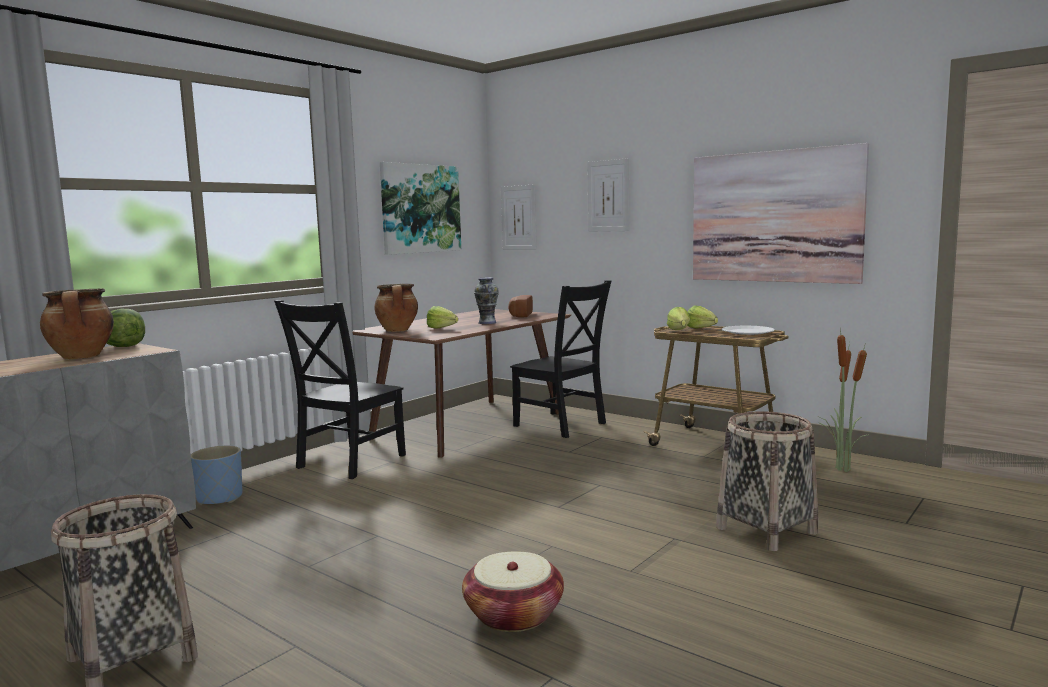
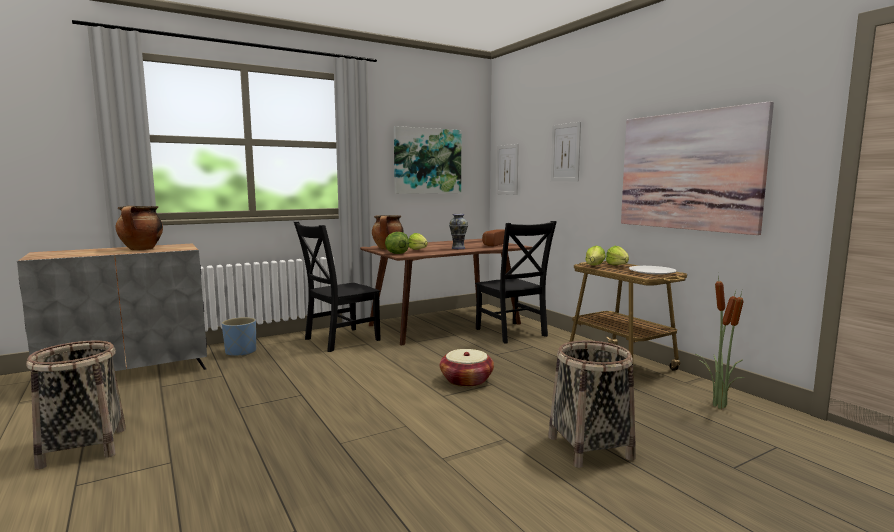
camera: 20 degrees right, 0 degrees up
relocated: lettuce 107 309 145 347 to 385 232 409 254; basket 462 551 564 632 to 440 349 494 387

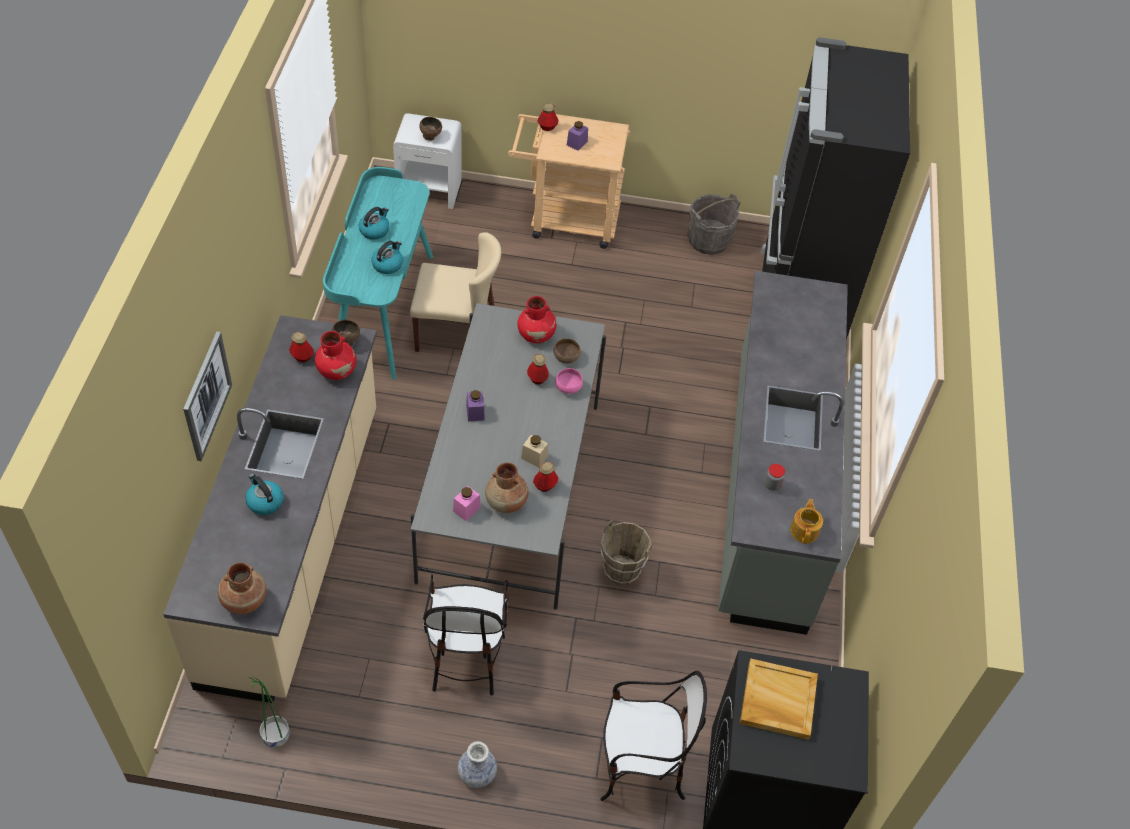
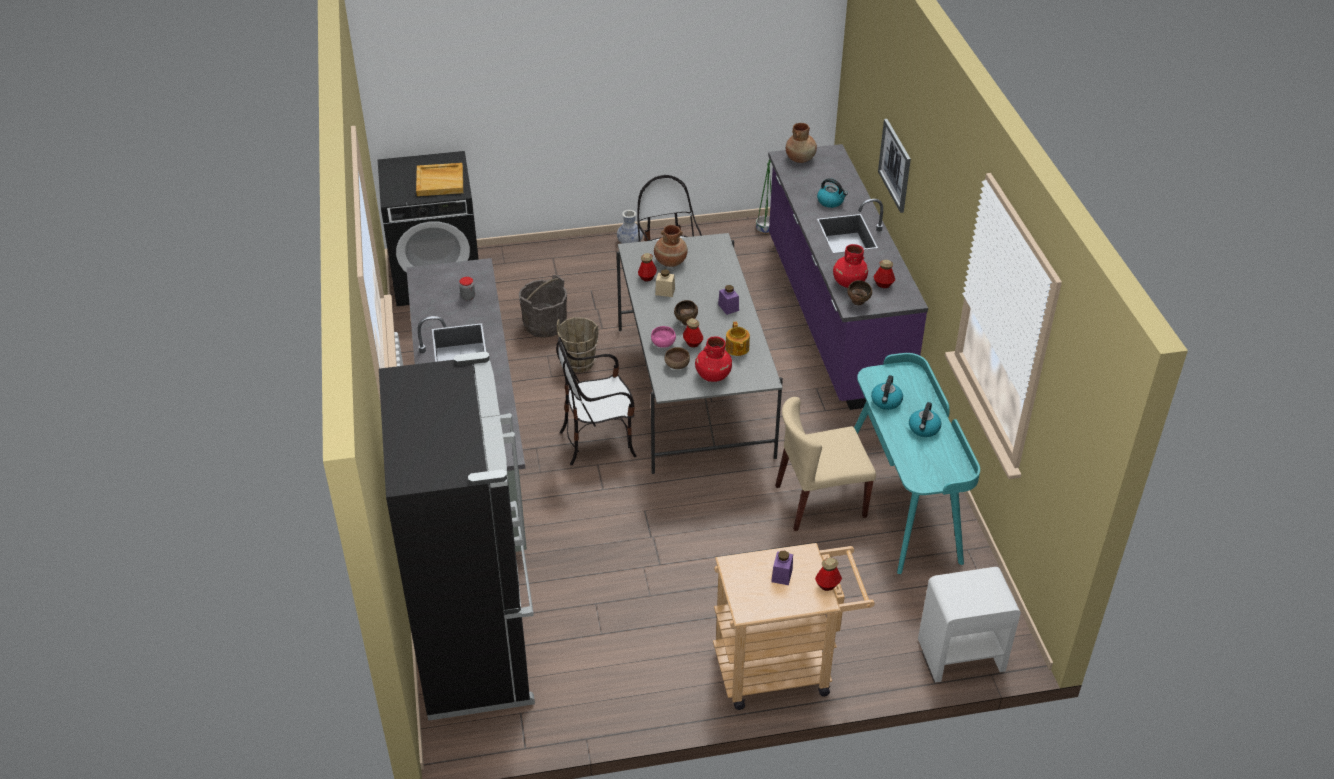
camera: 165 degrees right, 10 degrees down
missing: preserve jar/pink 453 486 481 521
relocated: serving bowl/brownish 419 117 442 141 to 674 300 698 325; bucket/grey 688 194 740 255 to 519 275 567 338; teapot 790 499 823 544 to 726 322 750 356; plain chair 600 671 707 801 to 556 337 637 465
colour: kitchen counter/sand-coloured 163 315 377 703 to kitchen counter/purple-coloured 768 144 928 410

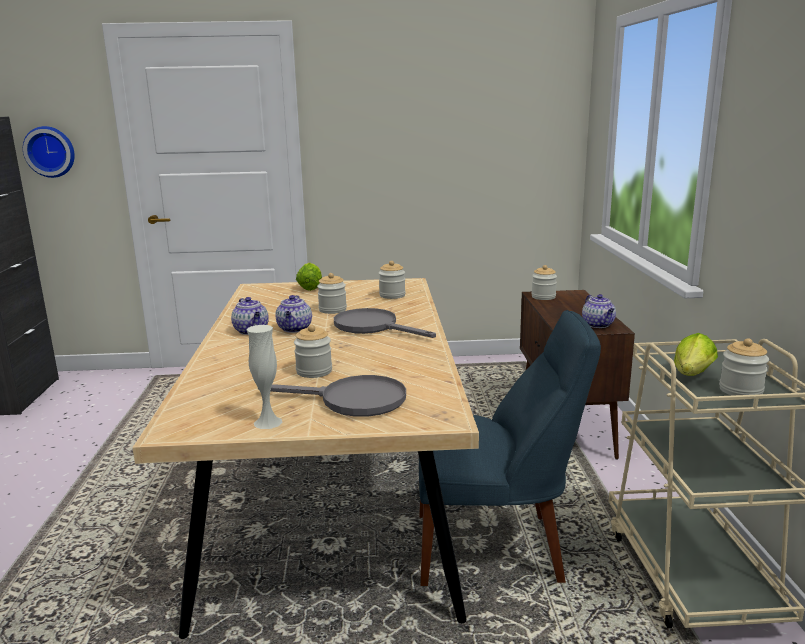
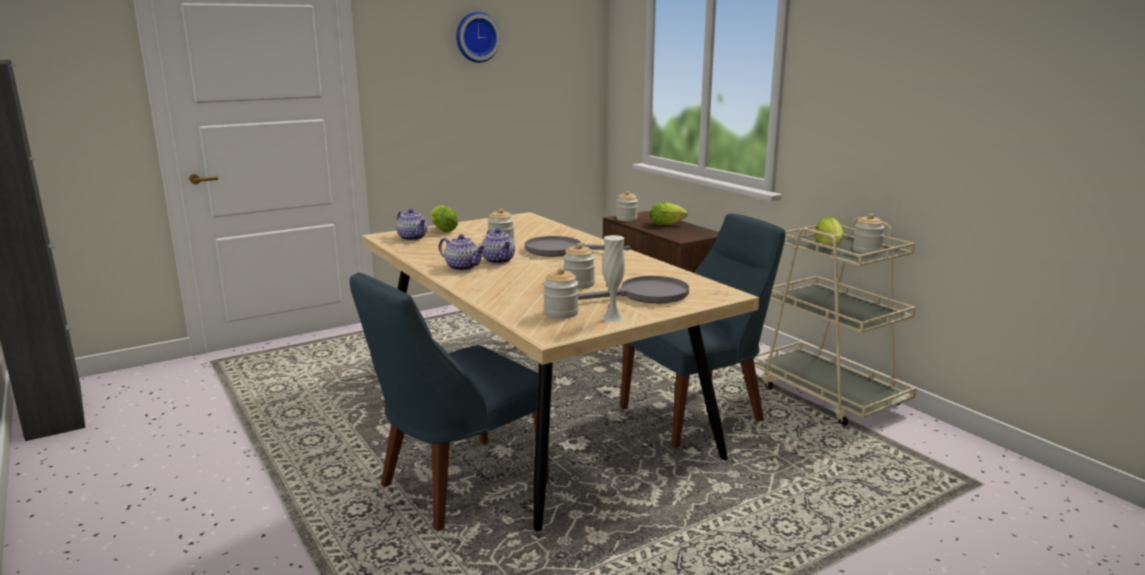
camera: 30 degrees left, 0 degrees up
appeared: lettuce 650 202 688 225; plain chair/blue 350 272 549 532
relocated: hanging clock 23 126 75 178 to 456 12 500 63; preserve jar 379 261 406 299 to 543 267 579 319; teapot 582 294 616 328 to 396 209 427 240

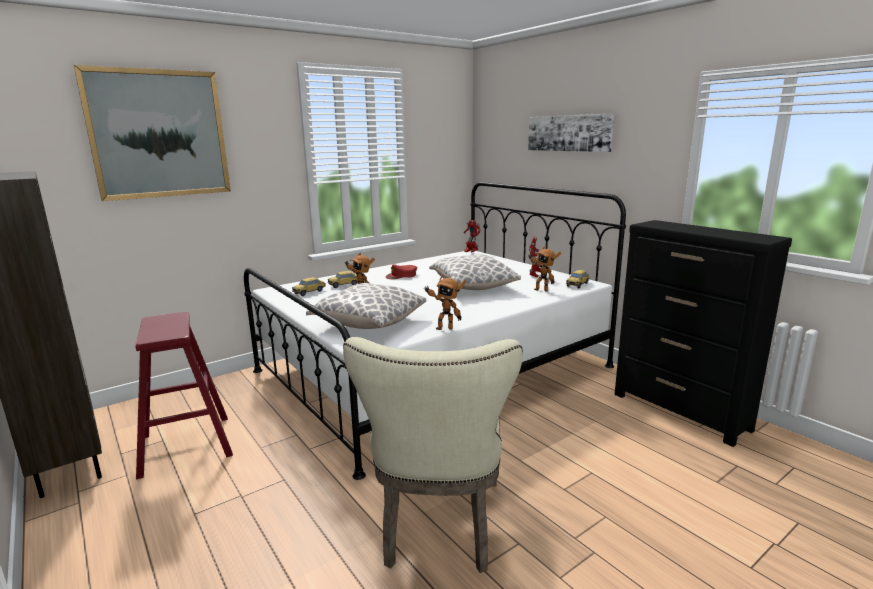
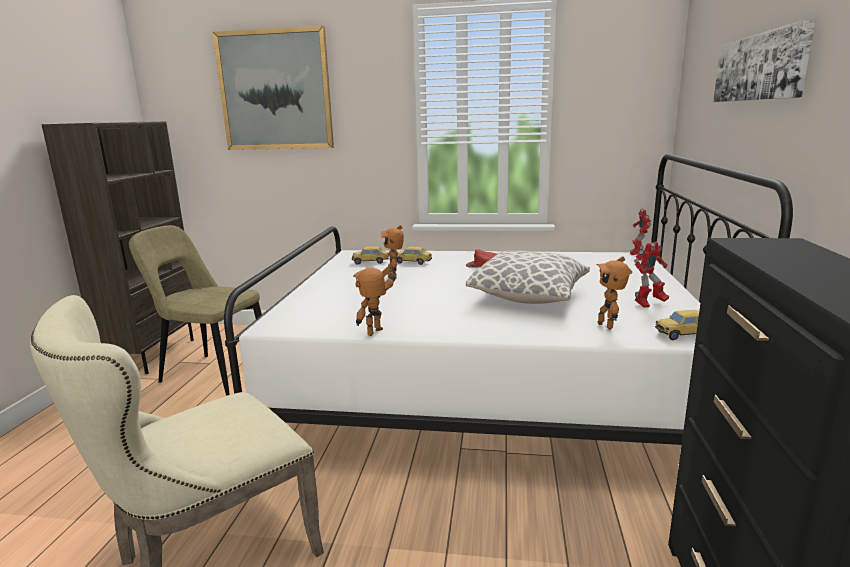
camera: 45 degrees right, 0 degrees up
missing: pillow 306 283 426 329
exchanged: stool/red-coloured 135 312 233 479 to plain chair/sand-coloured 129 225 262 396
spun: model robot 424 275 466 330 = 353 267 395 336 75 degrees clockwise

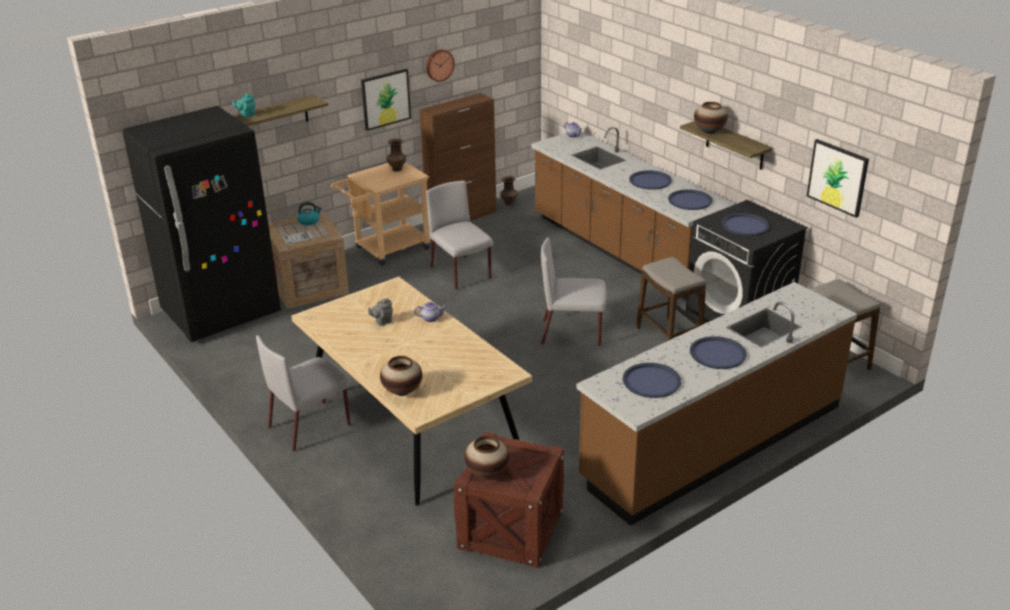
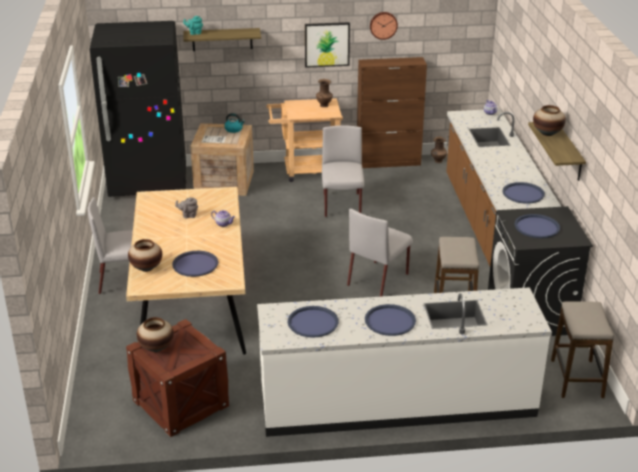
camera: 30 degrees right, 0 degrees up
missing: picture 807 139 869 218
relocated: tray/blue 629 170 672 190 to 172 251 218 277
colour: kitchen counter/brownish 577 282 857 526 to kitchen counter/whitish 257 287 552 437
spun: plain chair/grey 541 237 606 346 = 347 209 413 297 90 degrees counterclockwise

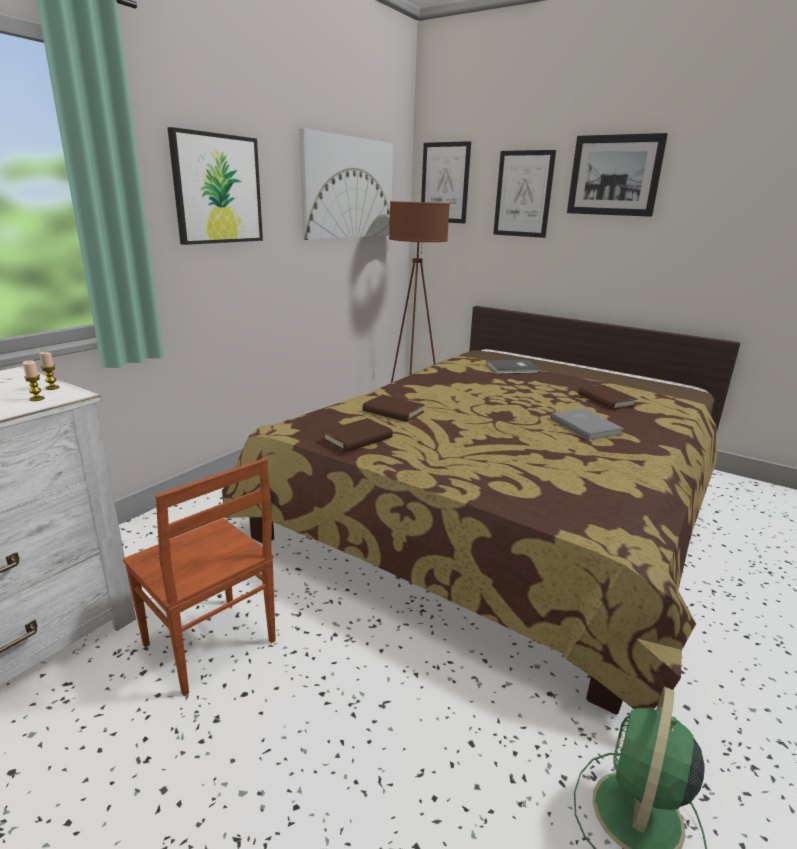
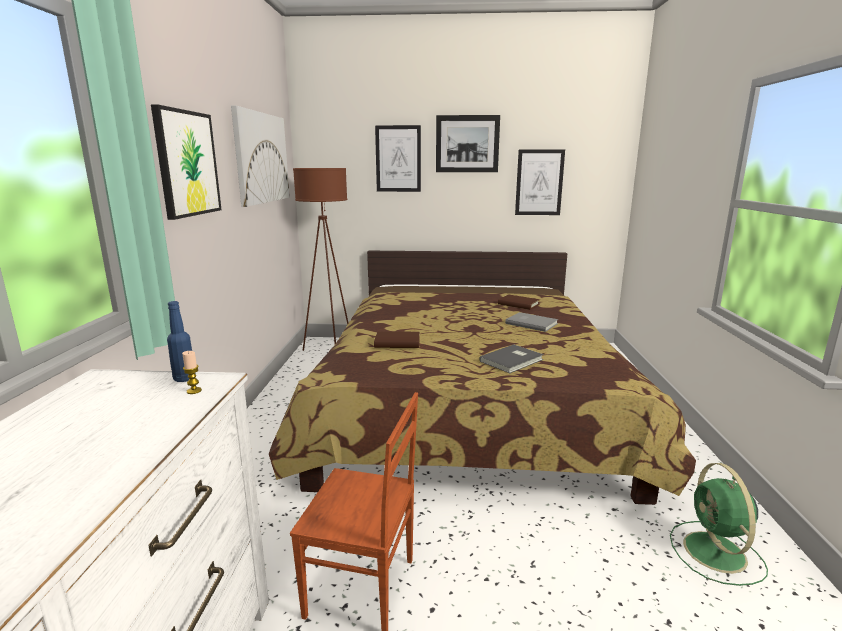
camera: 30 degrees left, 5 degrees down
missing: bound book/brownish 322 418 393 452
relocated: picture 421 141 471 223 to 515 149 565 215; bound book/grey 486 360 539 374 to 479 344 544 373
exchanged: candle 39 352 60 390 to bottle/blue 167 301 196 382

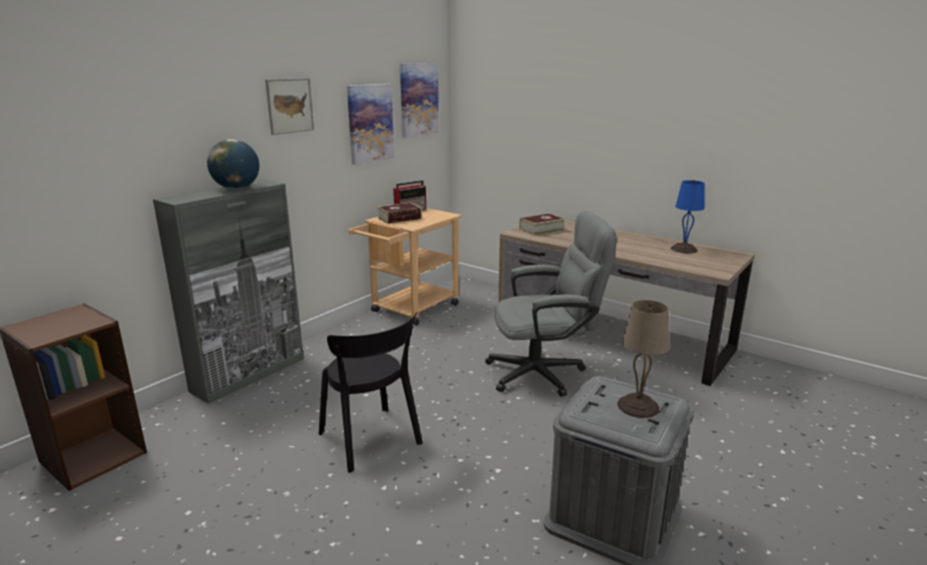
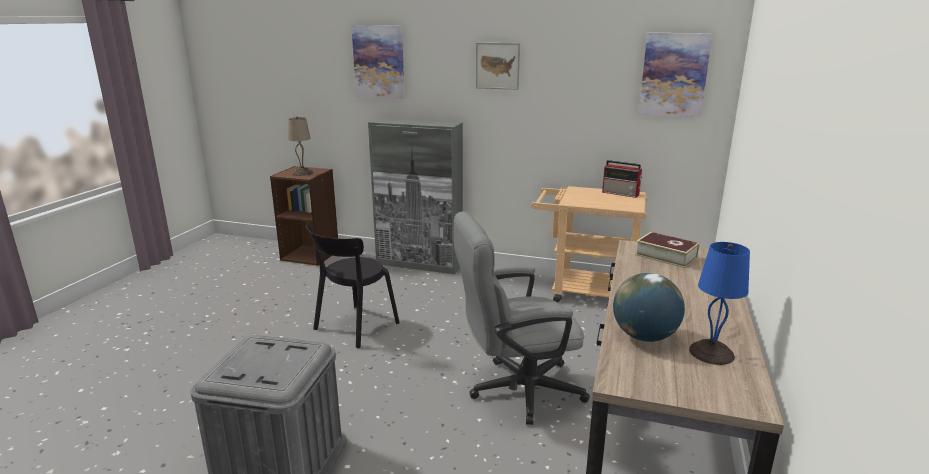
camera: 70 degrees right, 0 degrees up
missing: bound book 377 203 422 224
relocated: picture 347 84 394 165 to 351 25 405 99; desk globe 207 139 259 189 to 613 273 685 342; tabletop lamp/sand-coloured 617 300 669 418 to 288 117 313 176
spun: office chair/grey 485 211 617 397 = 453 212 590 425 105 degrees clockwise

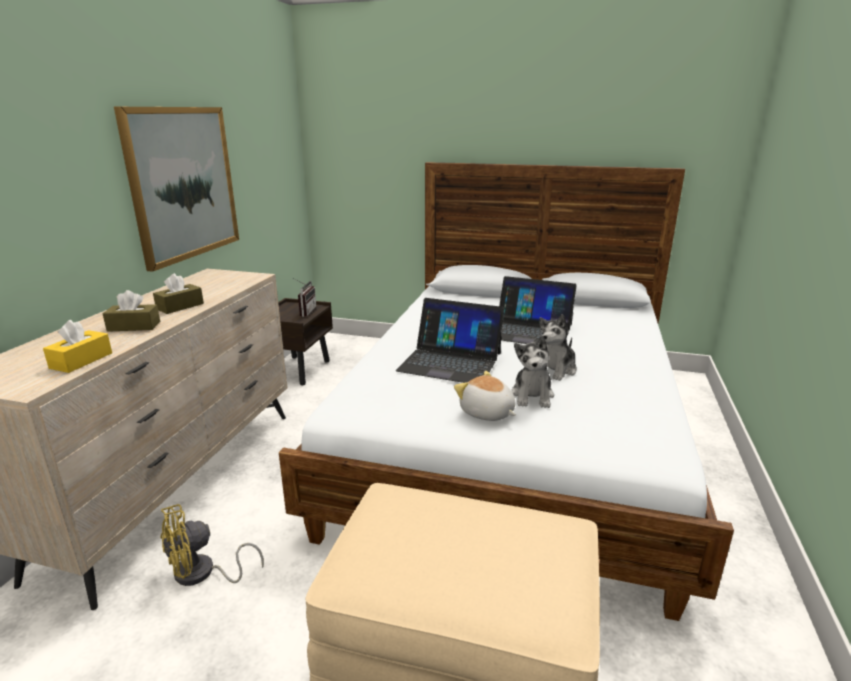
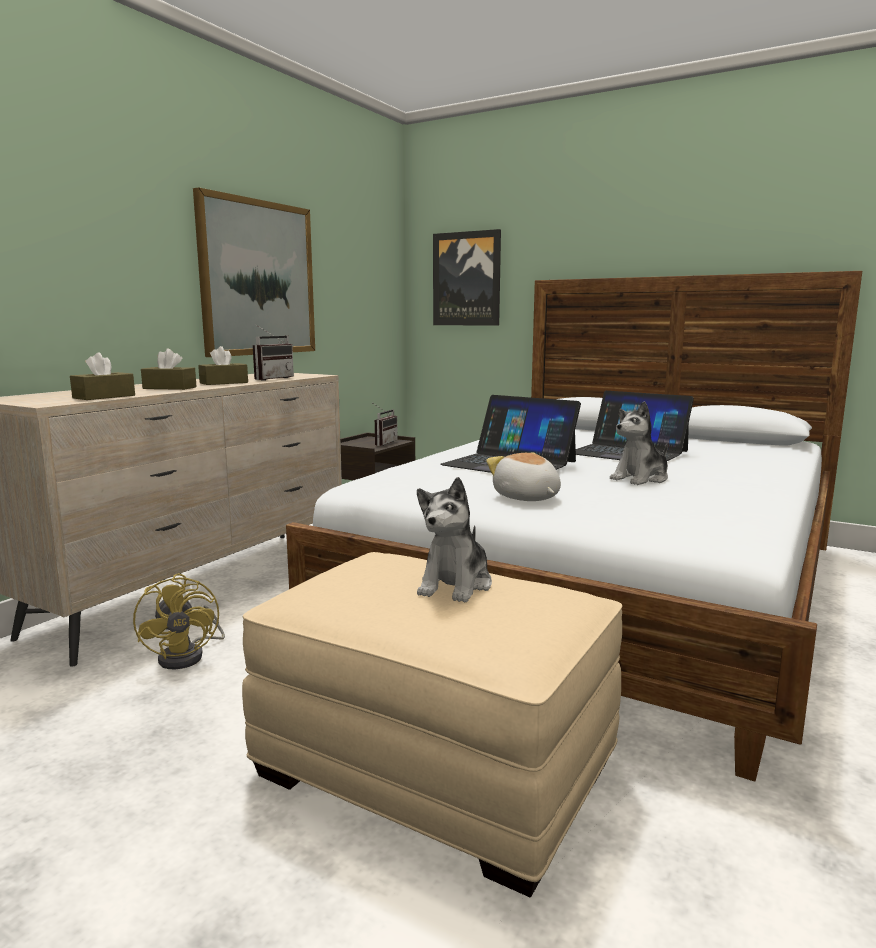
camera: 15 degrees right, 10 degrees down
appeared: picture 433 229 501 326; radio 253 324 294 381
relocated: cuddly toy 511 335 554 408 to 417 477 492 603
colour: box of tissues/yellow 43 320 112 373 to box of tissues/brownish 70 352 135 400
spun: electric fan/yellow 161 504 264 586 = 133 573 225 669 90 degrees counterclockwise

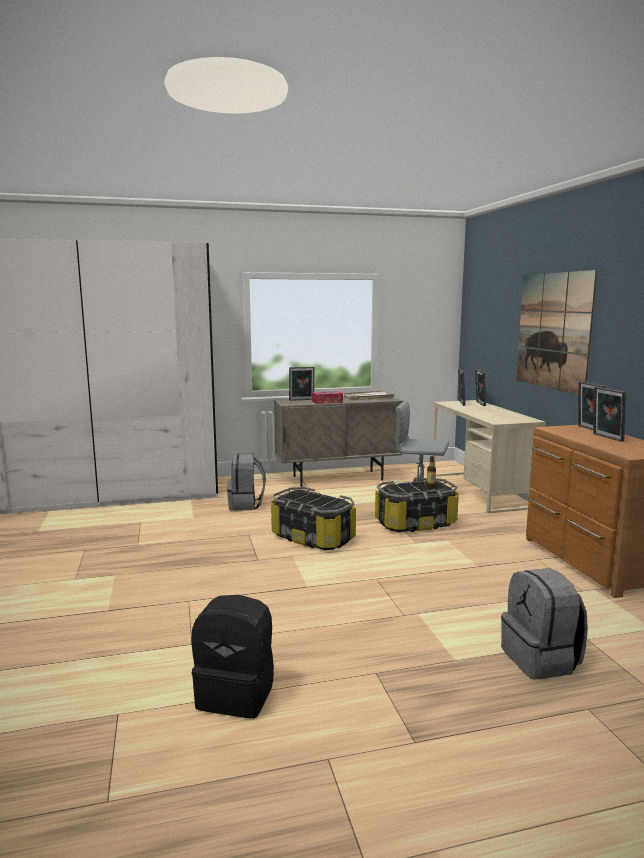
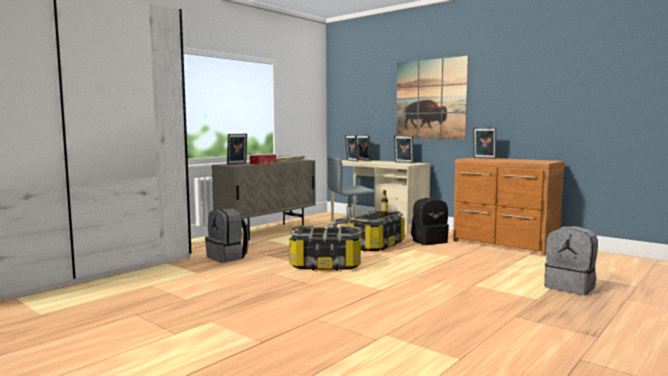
camera: 35 degrees left, 5 degrees down
relocated: standing frame 593 387 626 442 to 394 135 414 163; knapsack/blackish 191 595 274 718 to 411 198 449 245

